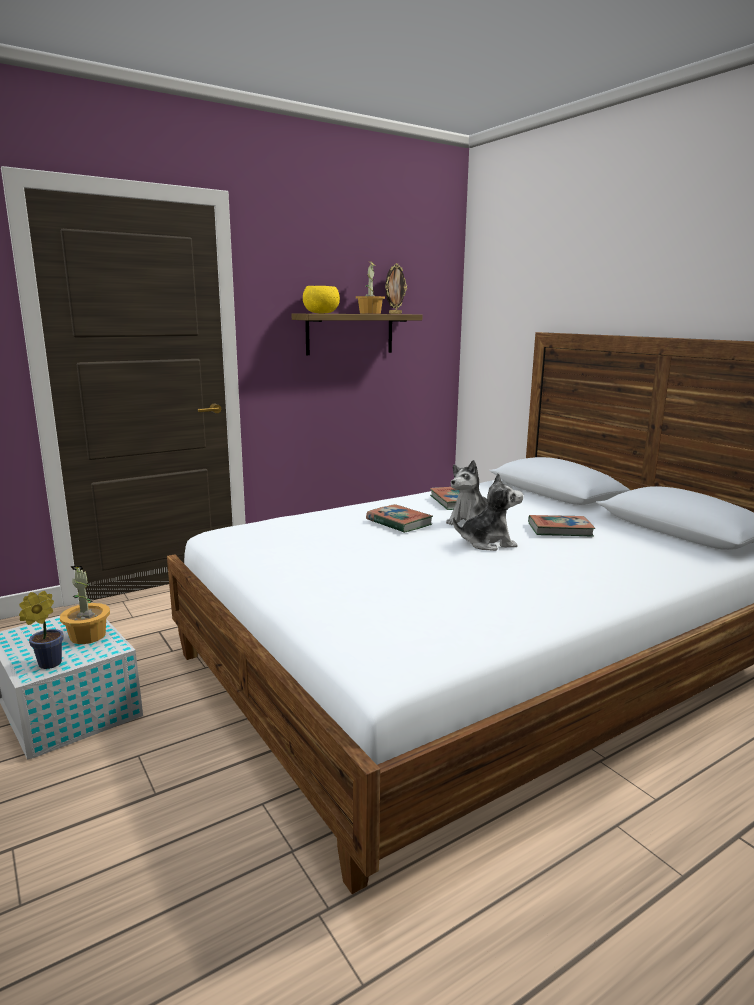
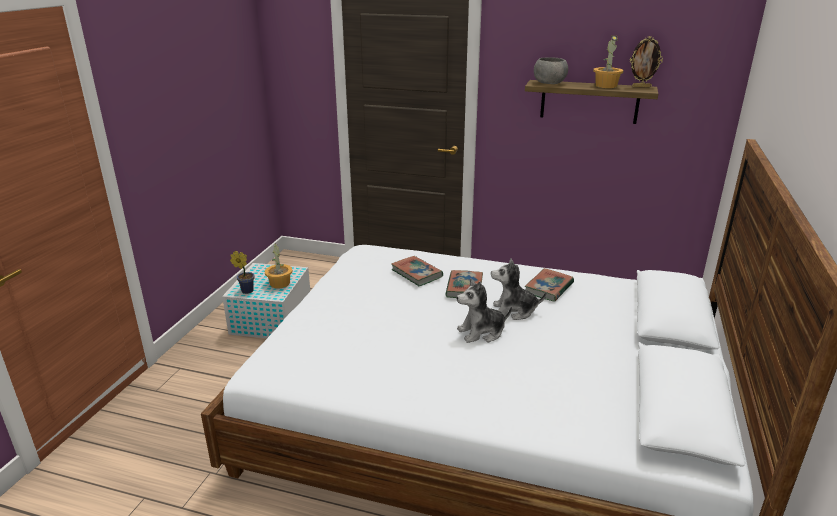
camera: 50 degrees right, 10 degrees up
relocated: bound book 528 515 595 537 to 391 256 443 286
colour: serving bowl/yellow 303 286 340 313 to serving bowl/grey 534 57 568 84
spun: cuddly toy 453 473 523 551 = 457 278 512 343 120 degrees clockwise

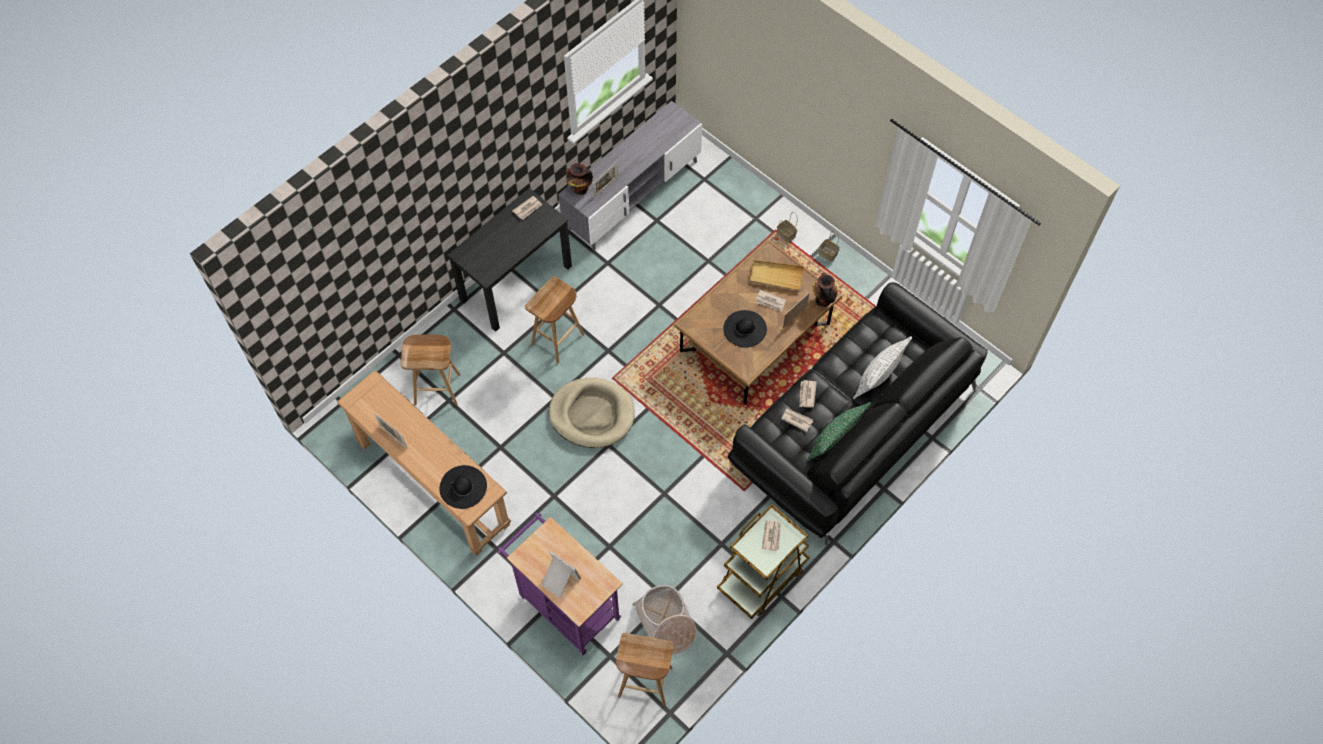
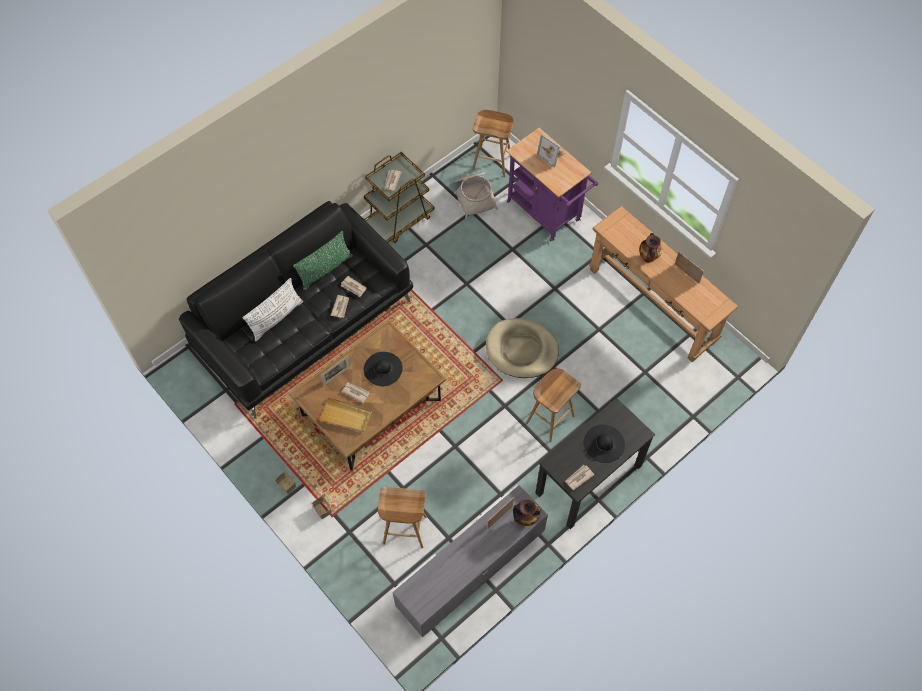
camera: 175 degrees left, 0 degrees up
relocated: vase 812 272 837 307 to 639 233 663 262; stool/brownish 400 334 460 406 to 378 487 427 548; hat/blackish 440 465 487 509 to 584 425 625 463

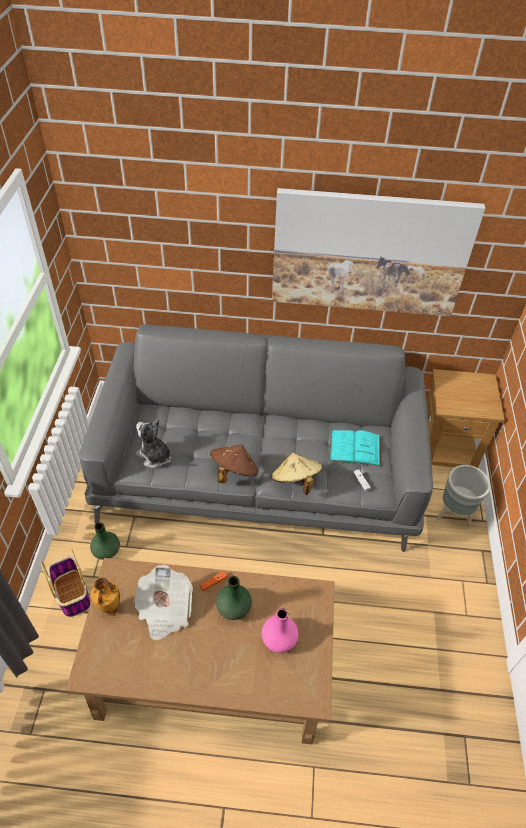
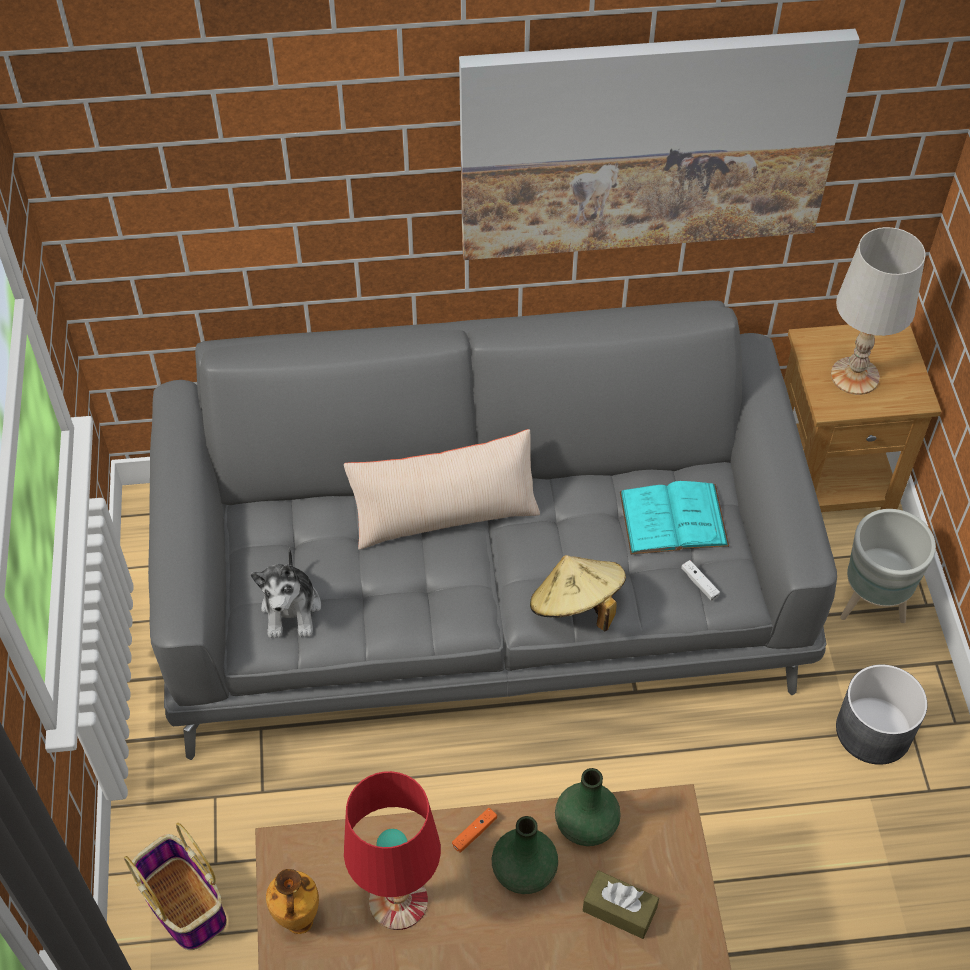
camera: 10 degrees left, 5 degrees up
missing: hat/brownish 210 445 259 483
appeared: tabletop lamp/whitish 831 227 926 395; pillow/sand-coloured 344 429 540 550; plant pot/grey 836 664 927 765
relocated: vase/green 90 522 120 560 to 555 768 621 846
exchanged: printed paper 133 565 193 641 to tabletop lamp/red-coloured 344 771 441 930; vase/pink 261 608 298 653 to box of tissues/brownish 583 870 659 939
spun: cuddly toy 136 418 171 468 = 250 548 321 638 120 degrees counterclockwise

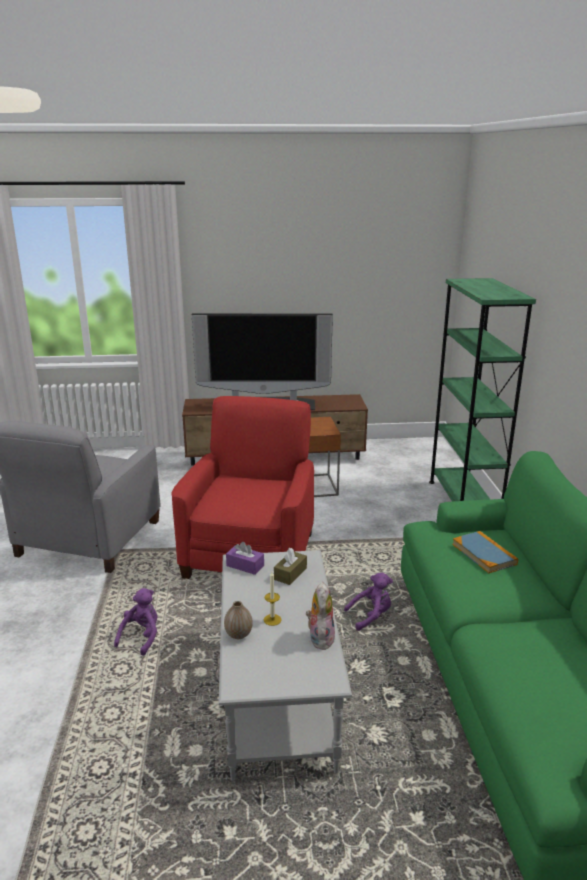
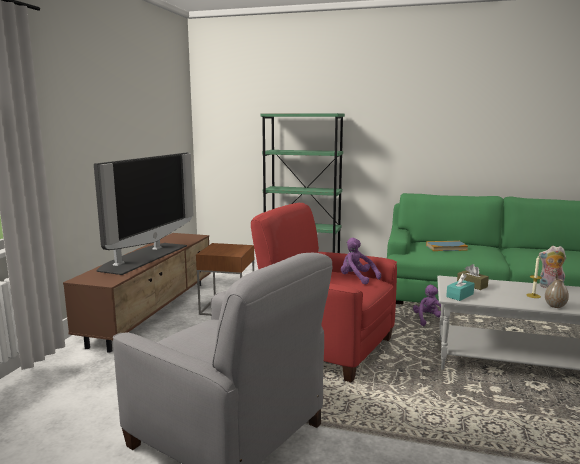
camera: 70 degrees left, 10 degrees down
relocated: cuddly toy/purple-coloured 114 588 157 656 to 341 238 381 284
colour: box of tissues/purple-coloured 226 542 264 575 to box of tissues/turquoise-coloured 446 273 475 301

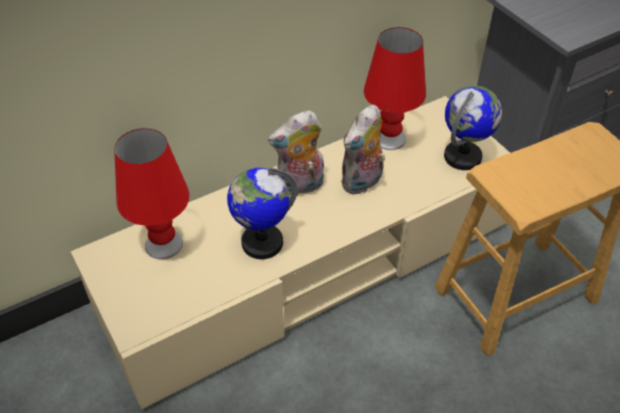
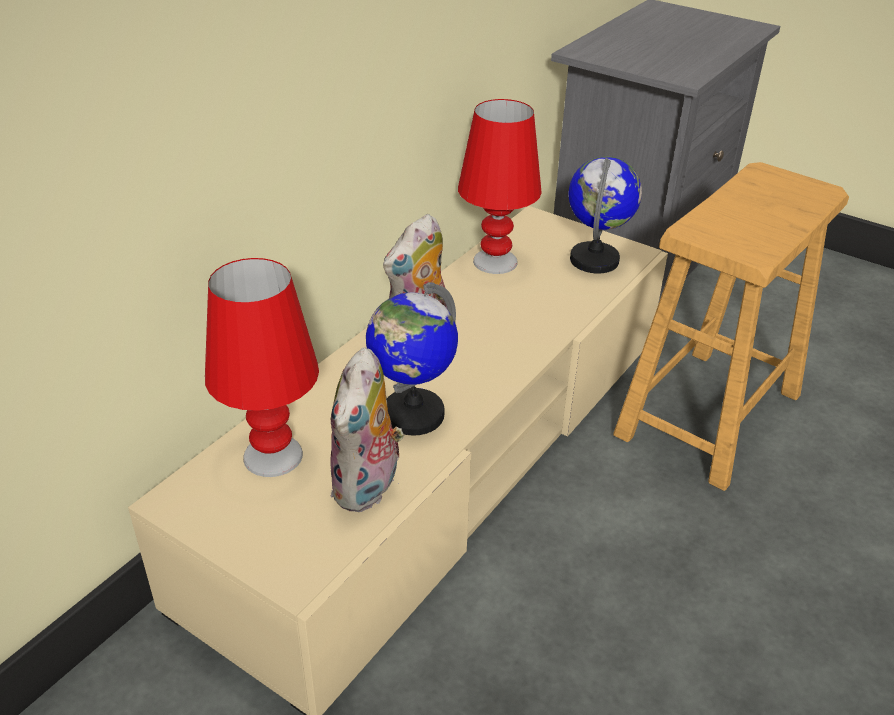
camera: 25 degrees left, 10 degrees down
relocated: cuddly toy 341 105 385 195 to 330 347 404 512

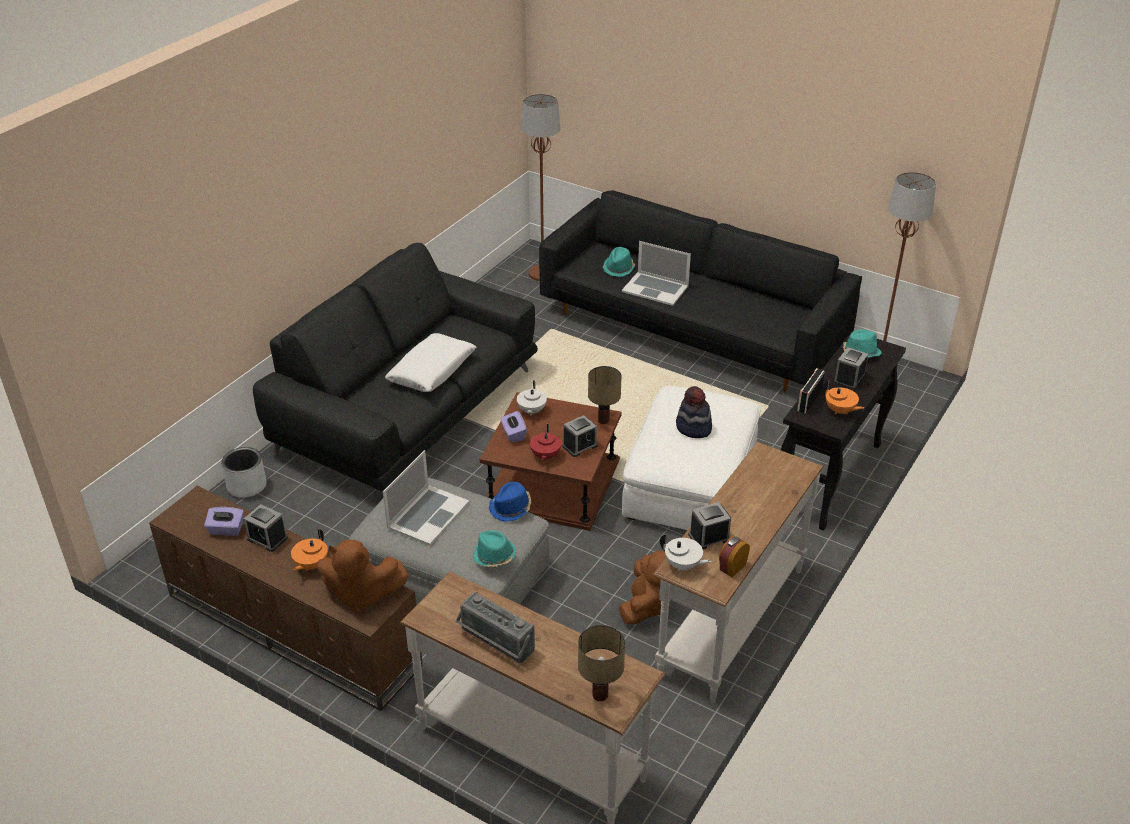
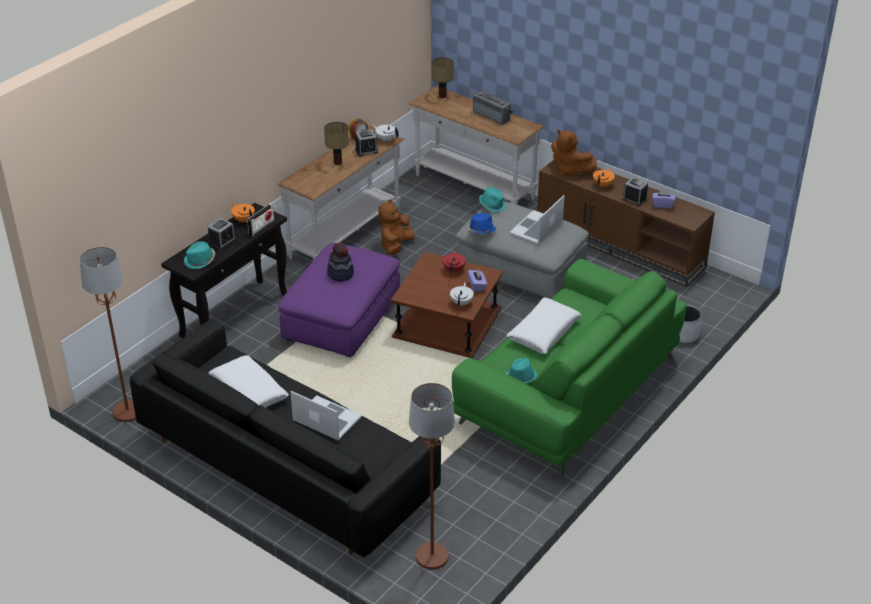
camera: 175 degrees left, 0 degrees up
missing: table clock 562 415 598 457
appeared: pillow/whitish 208 355 289 408
relocated: hat/turquoise-coloured 603 247 635 277 to 506 358 538 383; tabletop lamp 588 366 622 424 to 324 122 349 165
colour: sofa/blackish 253 243 538 499 to sofa/green 452 259 687 477; footrest/whitish 622 386 760 530 to footrest/purple-coloured 278 243 400 358
spun: cuddly toy/brownish 316 540 409 614 = 551 130 597 176 150 degrees counterclockwise

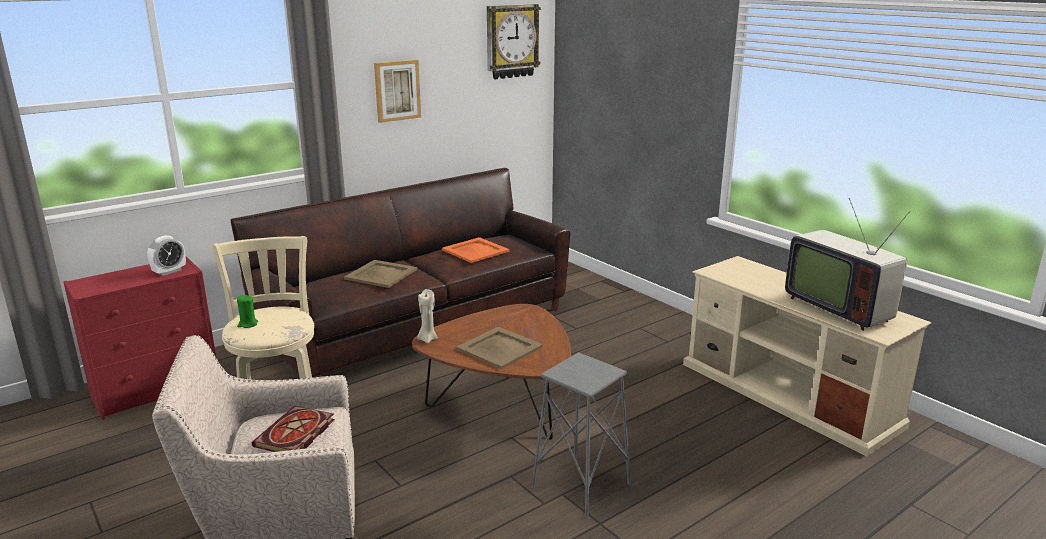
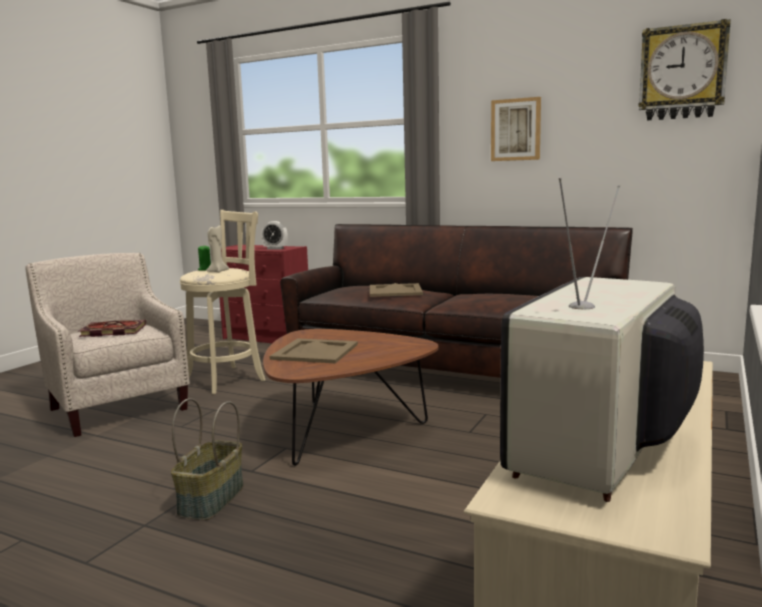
camera: 65 degrees right, 10 degrees down
missing: tray/orangey 442 237 509 263
relocated: candle/sand-coloured 417 289 438 343 to 206 225 229 273
exchanged: stool/grey 531 352 631 519 to basket 171 398 244 520

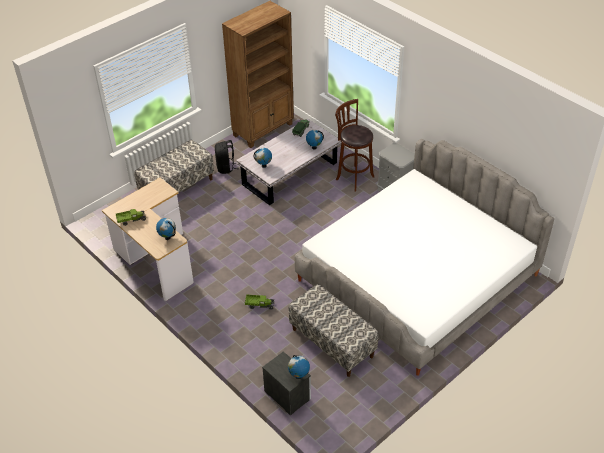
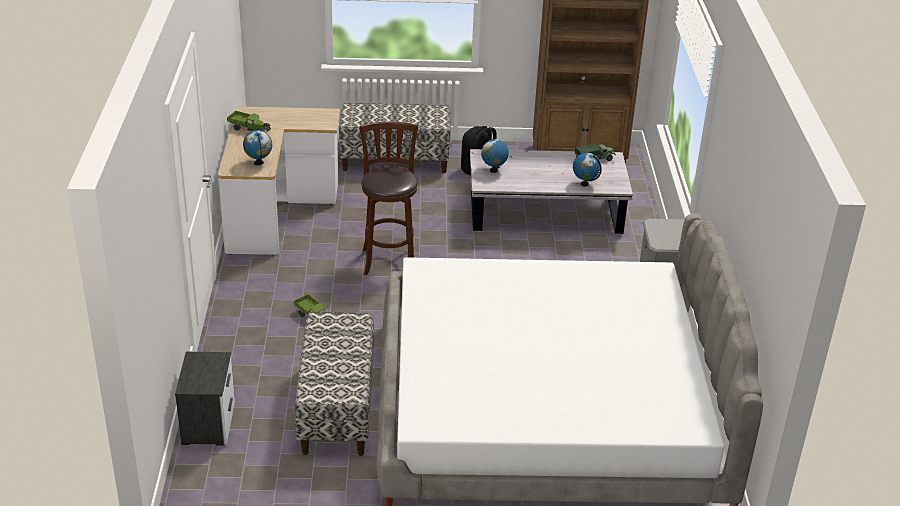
camera: 40 degrees right, 10 degrees down
missing: desk globe 288 355 310 379
relocated: stool/brownish 335 99 374 191 to 359 122 418 275

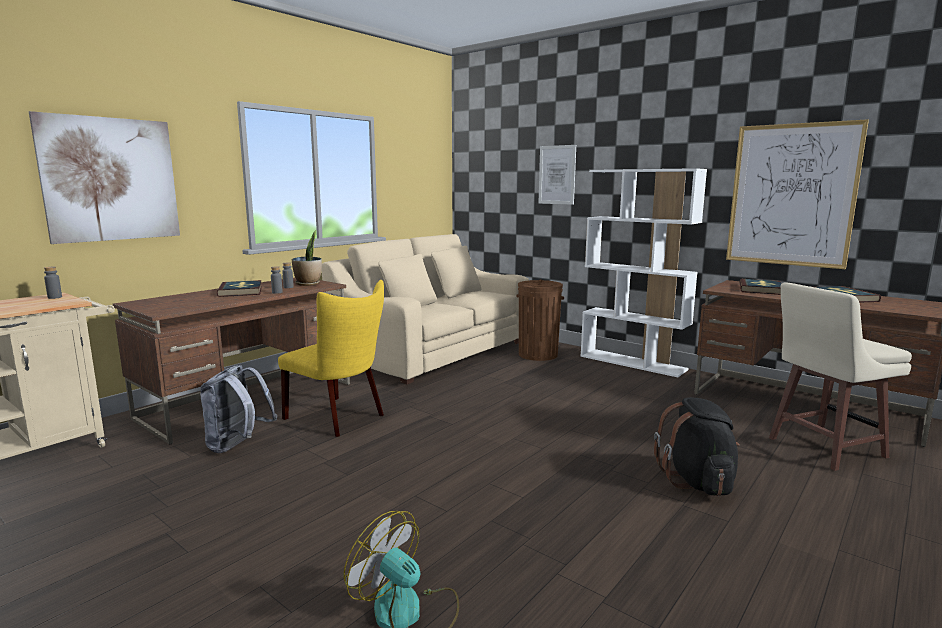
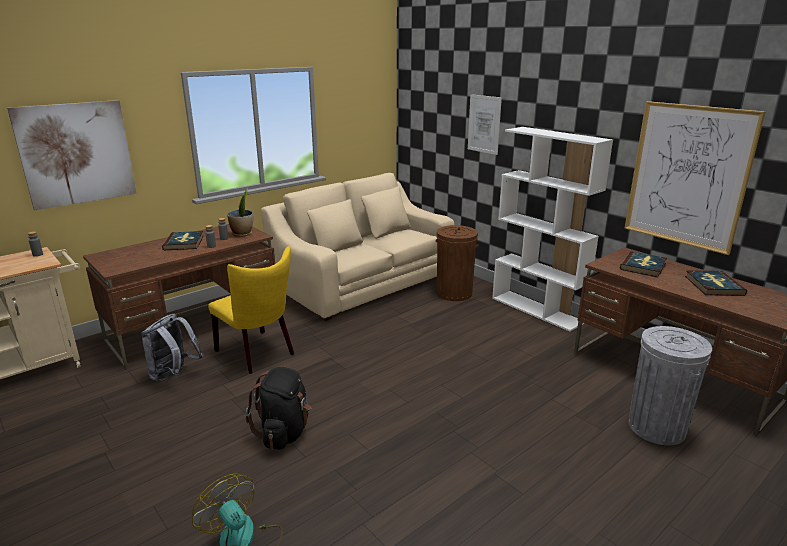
camera: 10 degrees right, 10 degrees up
relocated: knapsack/blackish 654 397 740 496 to 246 367 311 450
exchanged: stool/sand-coloured 769 283 912 471 to rubbish bin/grey 629 326 712 446

